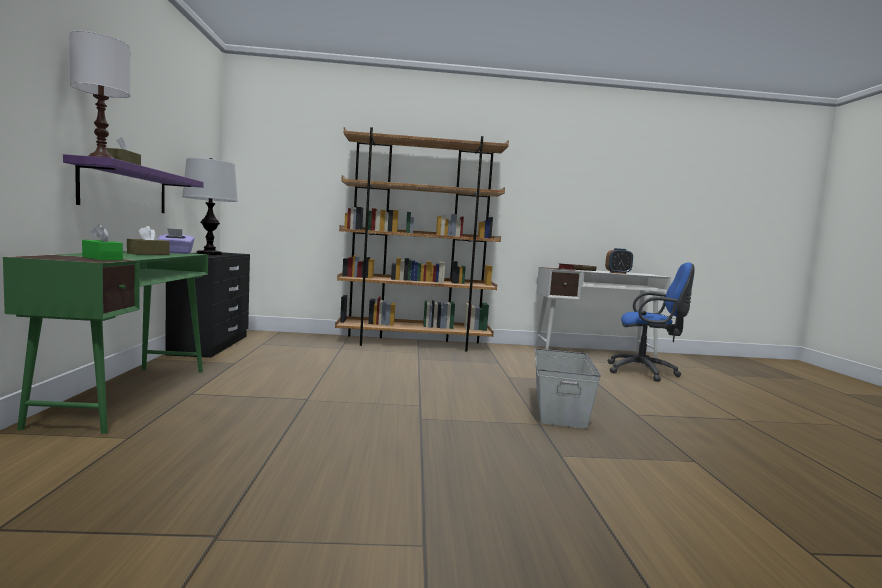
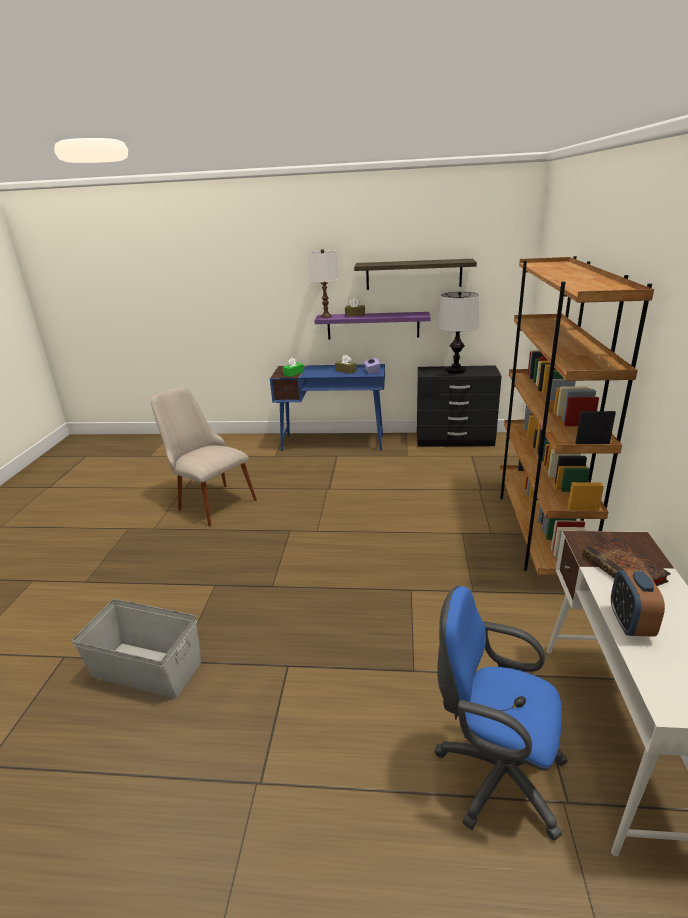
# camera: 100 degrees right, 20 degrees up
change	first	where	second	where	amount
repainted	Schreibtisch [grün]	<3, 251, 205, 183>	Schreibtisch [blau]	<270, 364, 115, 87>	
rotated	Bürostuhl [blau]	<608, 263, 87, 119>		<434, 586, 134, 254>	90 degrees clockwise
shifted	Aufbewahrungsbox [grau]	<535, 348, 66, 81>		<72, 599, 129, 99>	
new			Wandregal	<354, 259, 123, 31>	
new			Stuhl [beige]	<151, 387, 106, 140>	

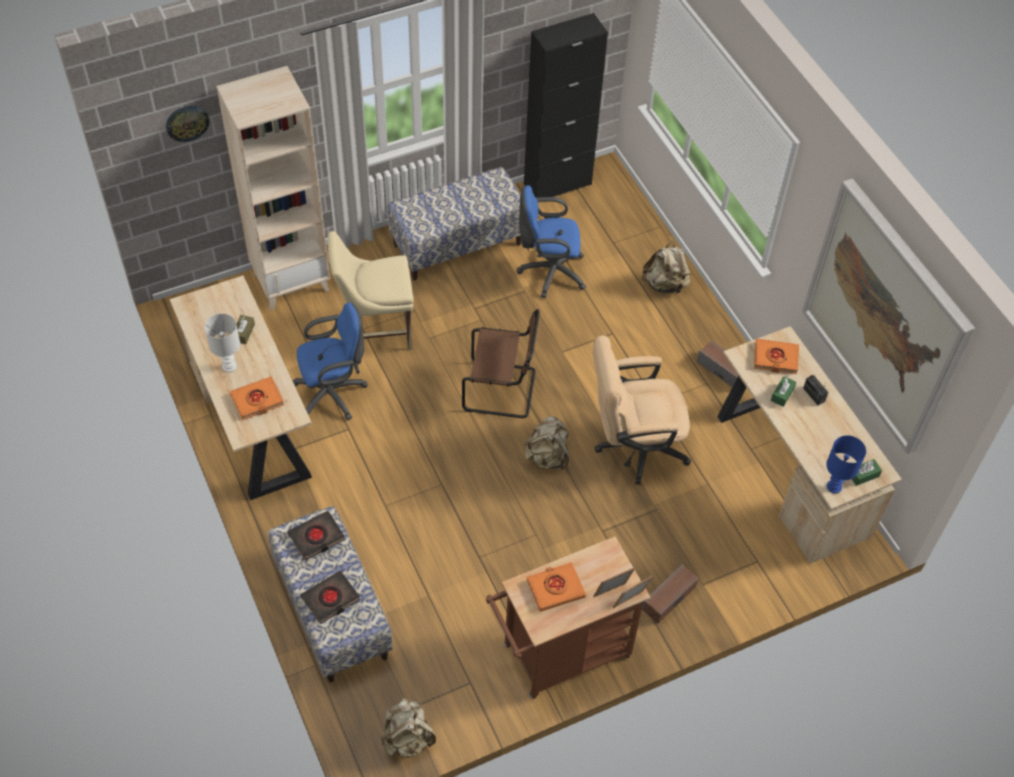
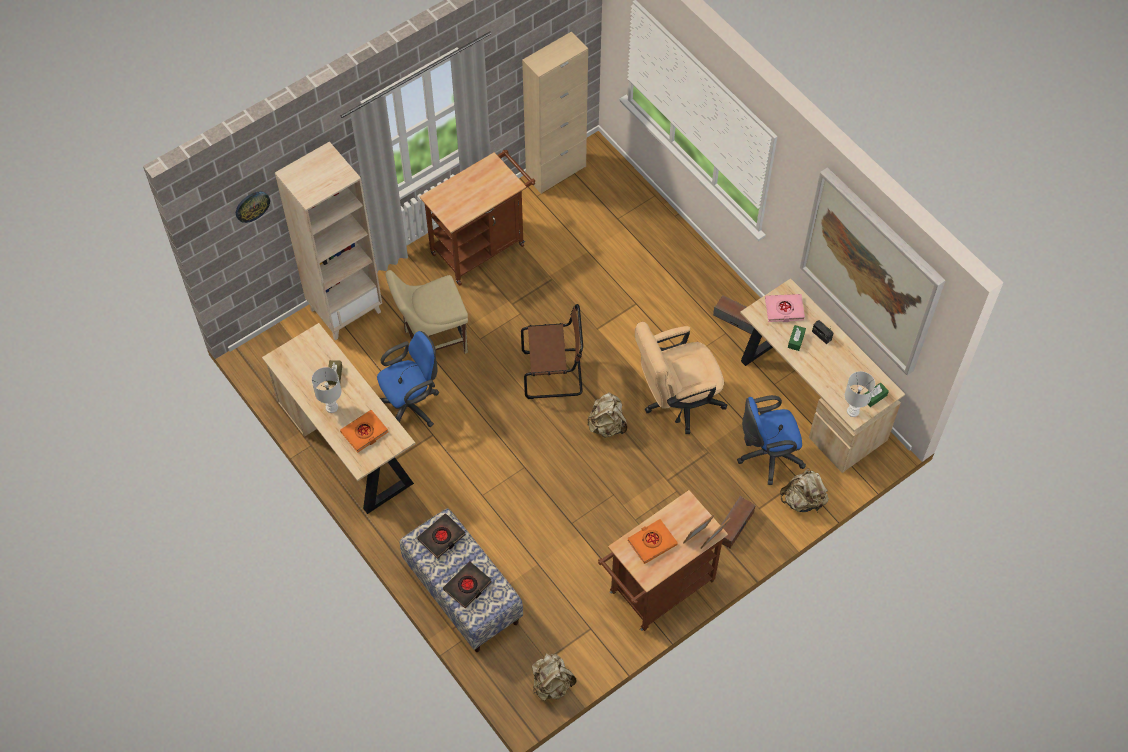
# camera: 10 degrees left, 5 degrees up
change	first	where	second	where	amount
repainted	Schrank [schwarz]	<524, 13, 84, 184>	Schrank [beige]	<522, 31, 66, 163>	
swapped	Bank	<388, 167, 134, 113>	Rollwagen [braun]	<419, 150, 116, 136>	
shifted	Bürostuhl [blau]	<517, 185, 69, 113>		<737, 395, 69, 90>	
shifted	Rucksack [beige]	<642, 241, 49, 54>		<780, 468, 49, 44>	
repainted	Buch [orange]	<754, 339, 45, 35>	Buch [rosa]	<765, 294, 40, 28>	
repainted	Tischlampe [blau]	<826, 435, 40, 58>	Tischlampe [weiß]	<845, 371, 30, 46>	

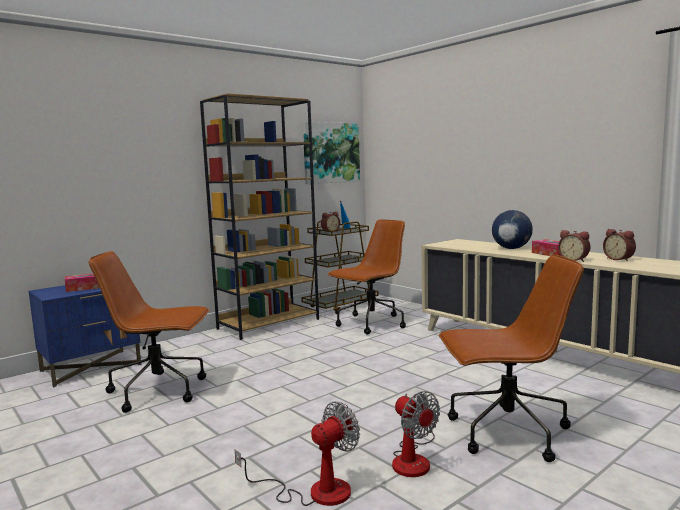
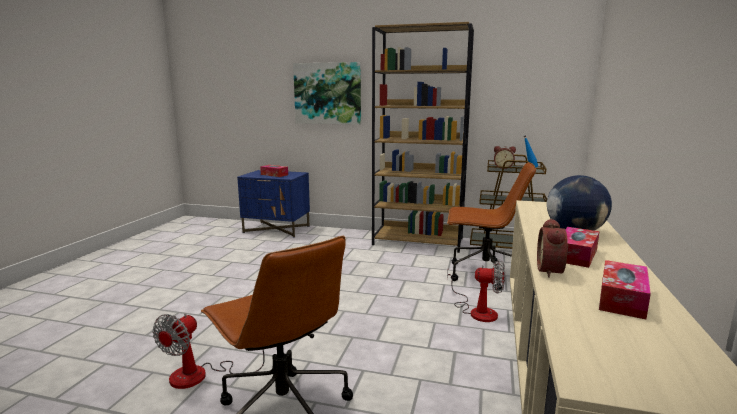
# camera: 55 degrees right, 5 degrees up
change	first	where	second	where	amount
shifted	Bild	<303, 122, 57, 62>		<293, 62, 68, 63>	
swapped	Wecker	<603, 229, 33, 32>	Taschentuchbox	<599, 260, 52, 59>	
gone	Bürostuhl [braun]	<89, 251, 120, 162>			
shifted	Ventilator	<235, 402, 125, 104>		<447, 260, 58, 62>	

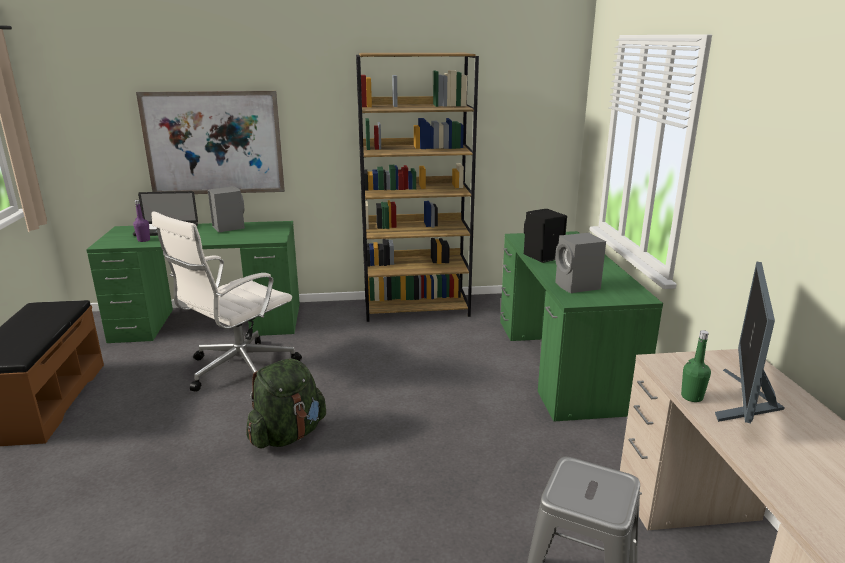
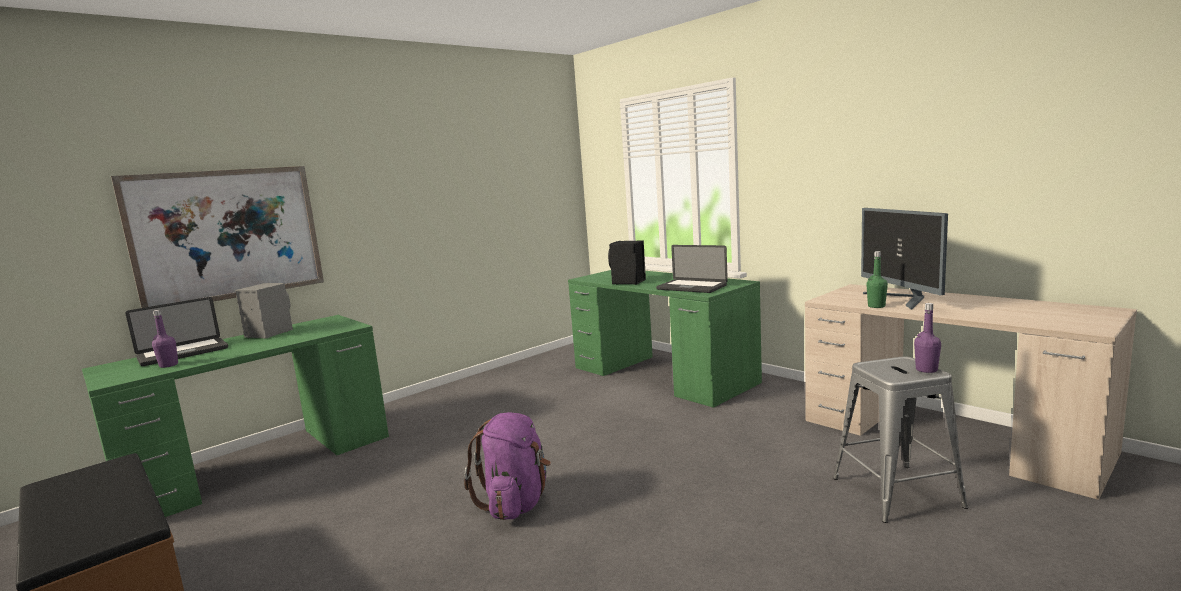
# camera: 35 degrees left, 10 degrees down
change	first	where	second	where	amount
gone	Bücherregal [braun]	<356, 53, 123, 269>			
gone	Bürostuhl [weiß]	<151, 211, 151, 181>			
swapped	Lautsprecher [grau]	<555, 233, 51, 60>	Laptop	<656, 245, 72, 48>	
repainted	Rucksack [grün]	<246, 358, 80, 90>	Rucksack [lila]	<464, 412, 87, 108>	
new			Flasche [lila]	<914, 303, 27, 70>	

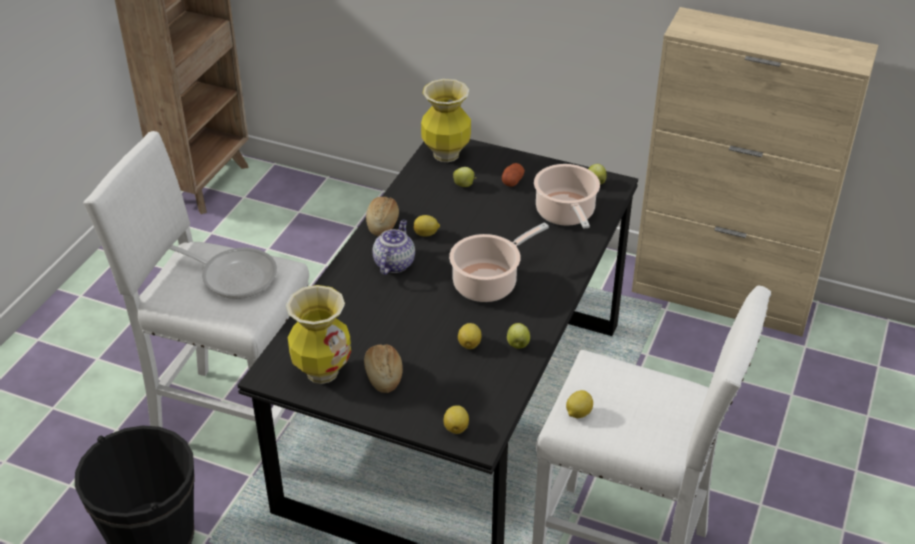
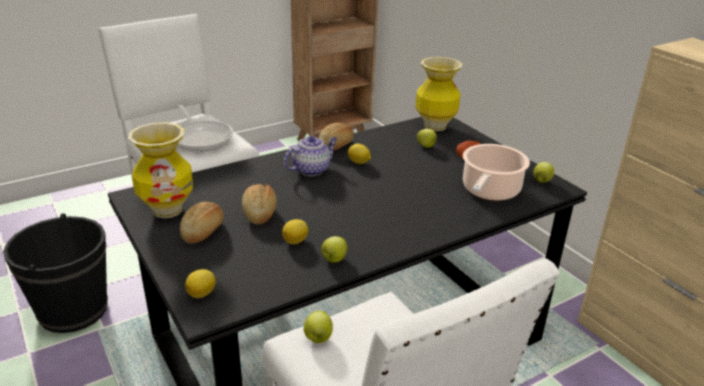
# camera: 35 degrees right, 10 degrees down
change	first	where	second	where	amount
gone	Kochtopf	<449, 222, 100, 80>			
swapped	Zitrone	<566, 390, 27, 28>	Apfel	<304, 311, 29, 32>	
new			Brot	<242, 184, 35, 40>	

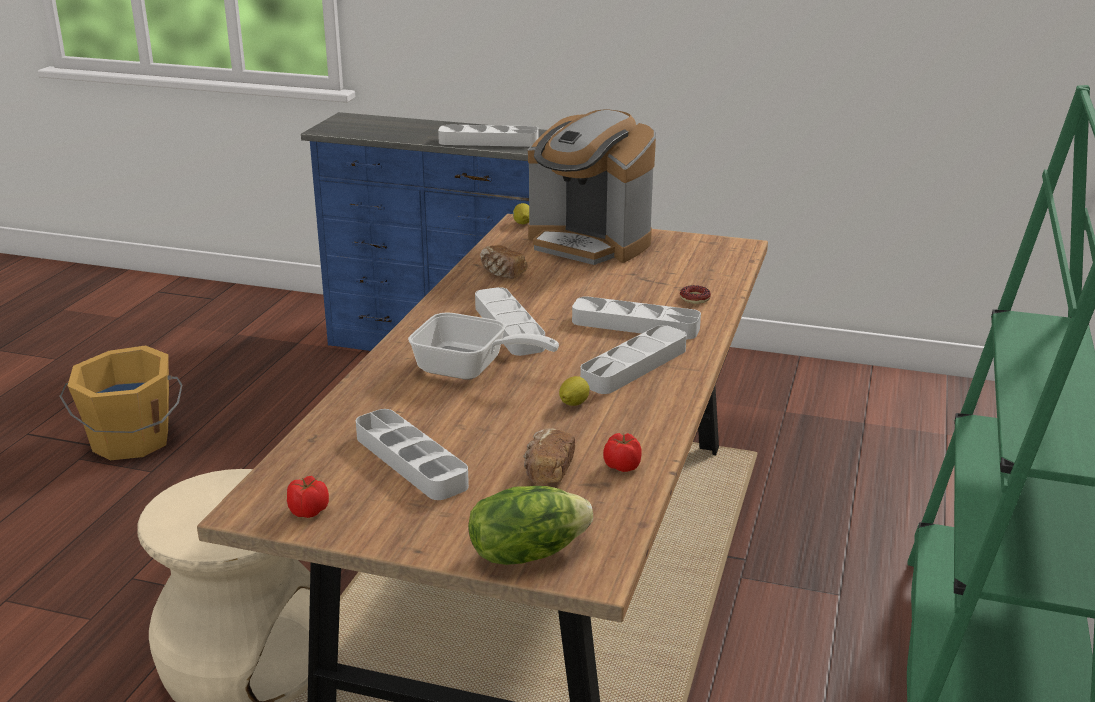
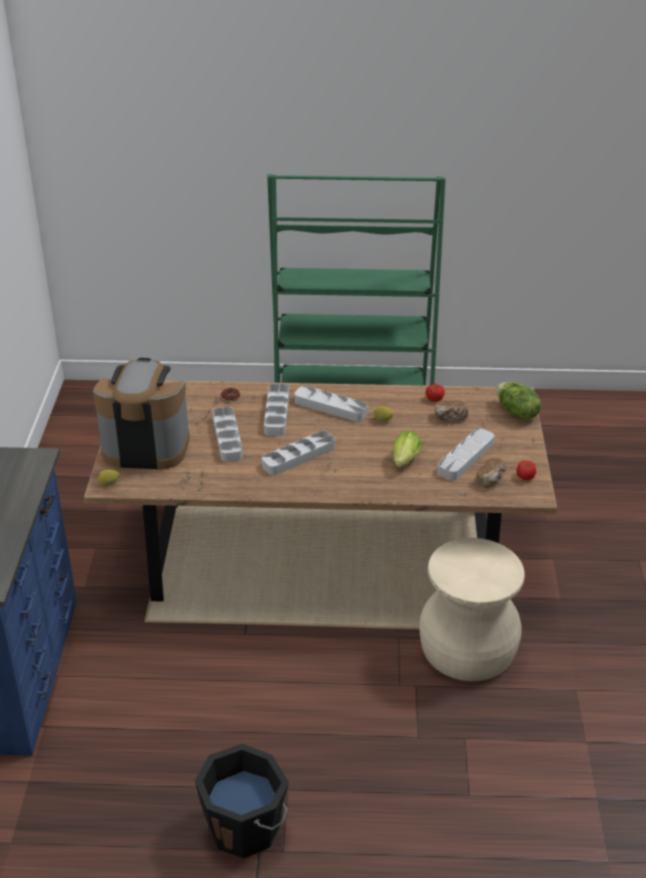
# camera: 105 degrees left, 10 degrees up
change	first	where	second	where	amount
rotated	Kaffeemaschine	<528, 110, 128, 155>		<93, 358, 97, 111>	105 degrees counterclockwise
shifted	Tablett [grau]	<438, 124, 100, 23>		<212, 407, 31, 55>	
shifted	Brot	<480, 245, 48, 34>		<476, 458, 30, 30>	
gone	Pfanne	<408, 312, 151, 68>			
repainted	Eimer [orange]	<59, 345, 124, 115>	Eimer [schwarz]	<195, 744, 94, 114>	
new			Salatkopf	<392, 430, 31, 37>	

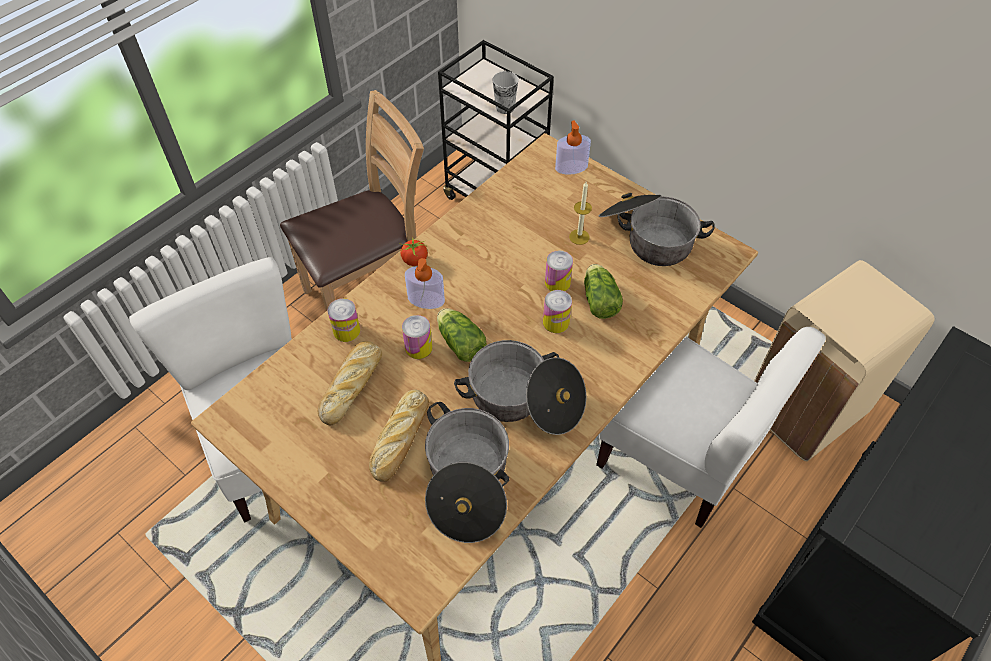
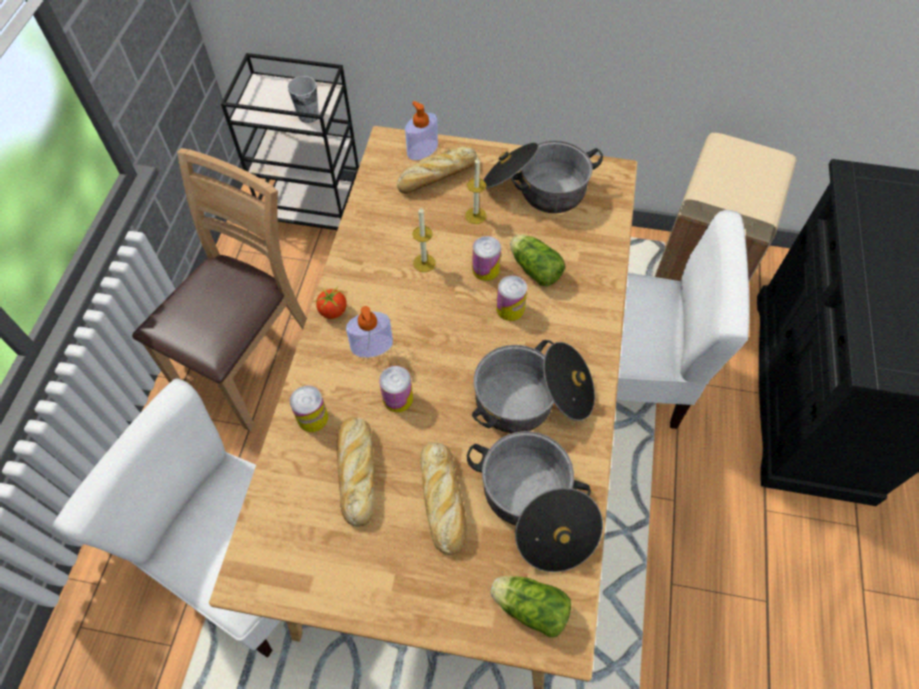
# camera: 30 degrees left, 5 degrees up
change	first	where	second	where	amount
shifted	Salatkopf	<437, 308, 50, 54>		<490, 576, 81, 61>	
new			Brot	<397, 146, 80, 48>	
new			Kerze	<412, 207, 24, 65>	

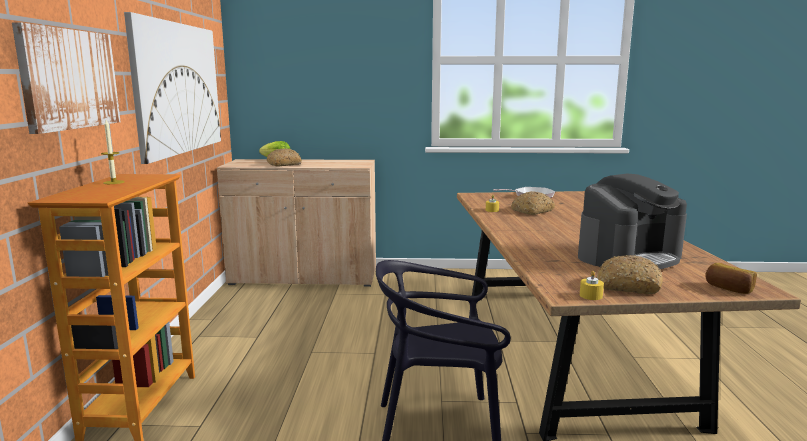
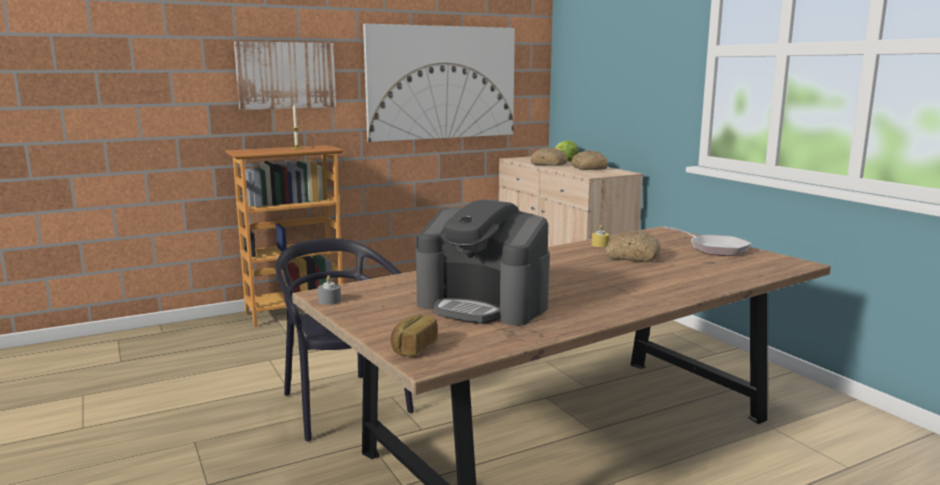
# camera: 60 degrees right, 0 degrees up
change	first	where	second	where	amount
shifted	Brot	<596, 255, 67, 39>		<571, 150, 37, 20>	
repainted	Kerze [gelb]	<580, 271, 24, 29>	Kerze [grau]	<318, 275, 23, 30>	

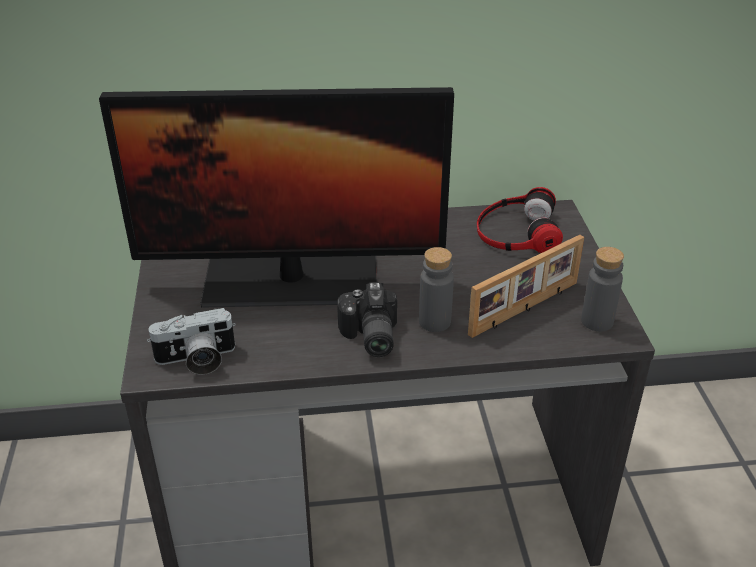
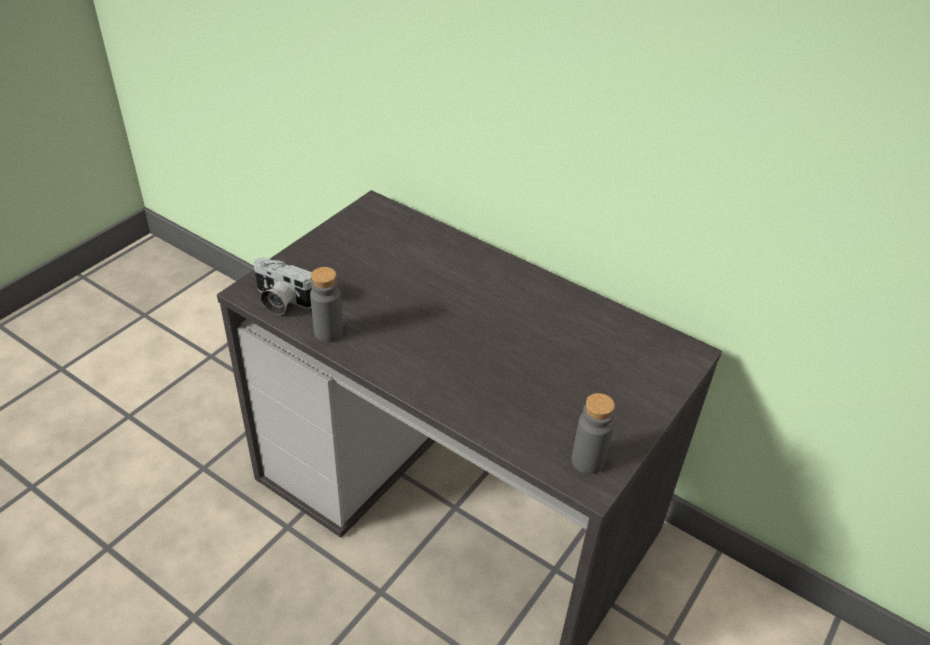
# camera: 40 degrees right, 5 degrees up
change	first	where	second	where	amount
gone	Monitor	<99, 87, 355, 221>			
gone	Kopfhörer	<477, 187, 86, 66>			
gone	Bilderrahmen	<468, 235, 116, 103>			
shifted	Flasche [grau]	<419, 247, 35, 85>		<310, 267, 33, 75>	
gone	Kamera	<337, 282, 60, 75>			

